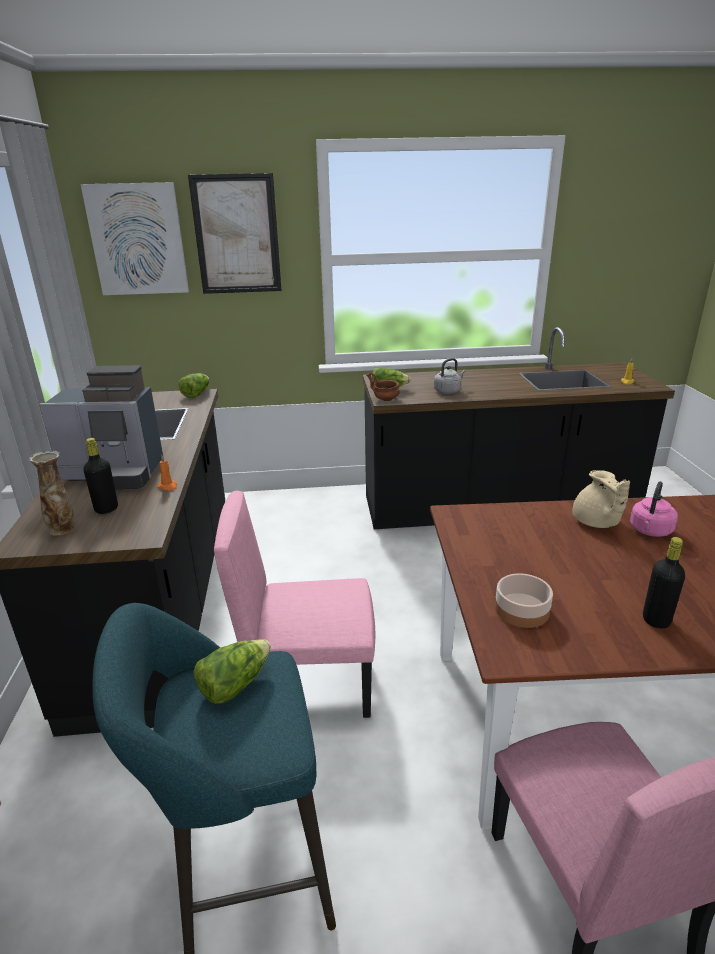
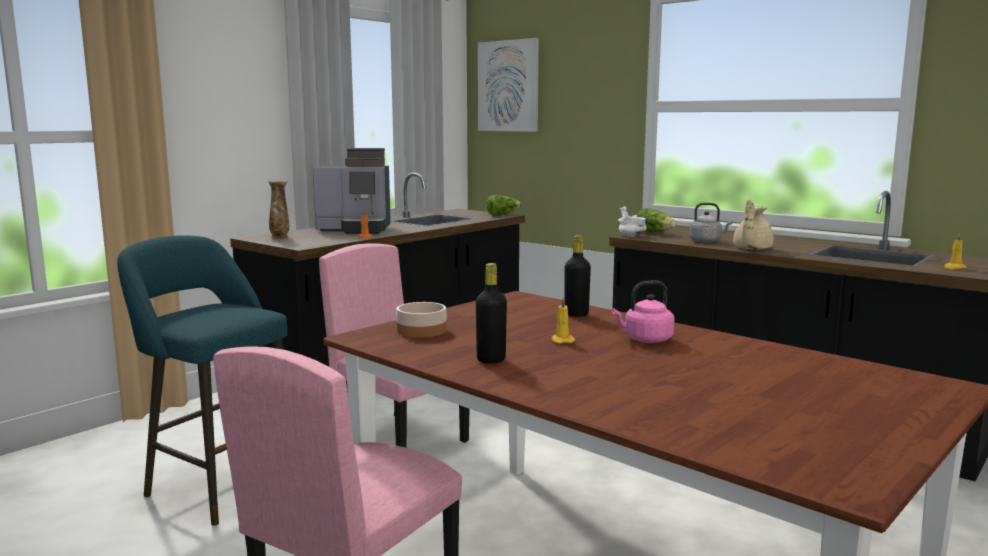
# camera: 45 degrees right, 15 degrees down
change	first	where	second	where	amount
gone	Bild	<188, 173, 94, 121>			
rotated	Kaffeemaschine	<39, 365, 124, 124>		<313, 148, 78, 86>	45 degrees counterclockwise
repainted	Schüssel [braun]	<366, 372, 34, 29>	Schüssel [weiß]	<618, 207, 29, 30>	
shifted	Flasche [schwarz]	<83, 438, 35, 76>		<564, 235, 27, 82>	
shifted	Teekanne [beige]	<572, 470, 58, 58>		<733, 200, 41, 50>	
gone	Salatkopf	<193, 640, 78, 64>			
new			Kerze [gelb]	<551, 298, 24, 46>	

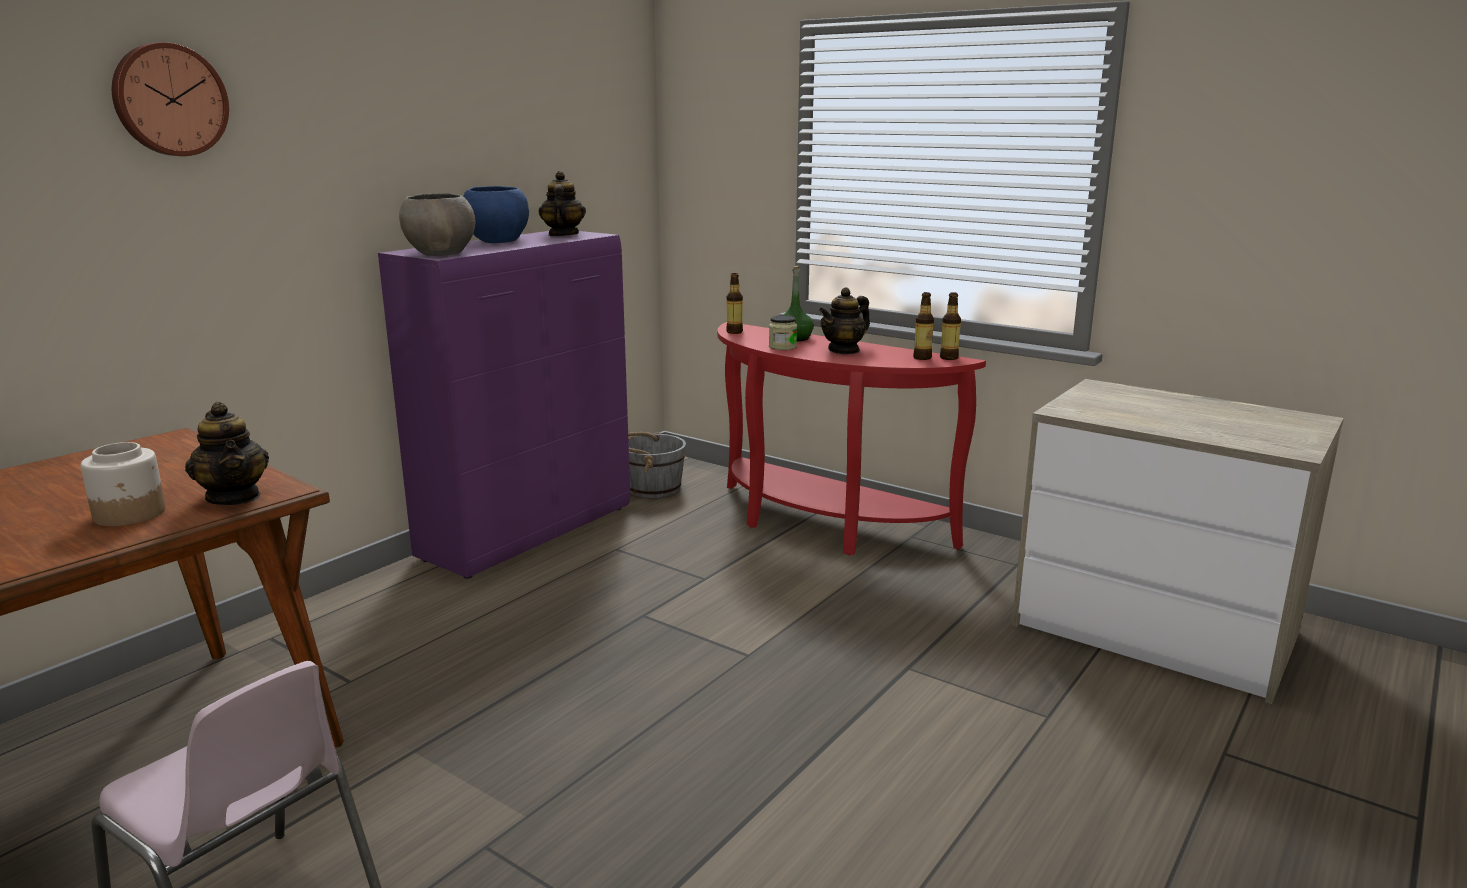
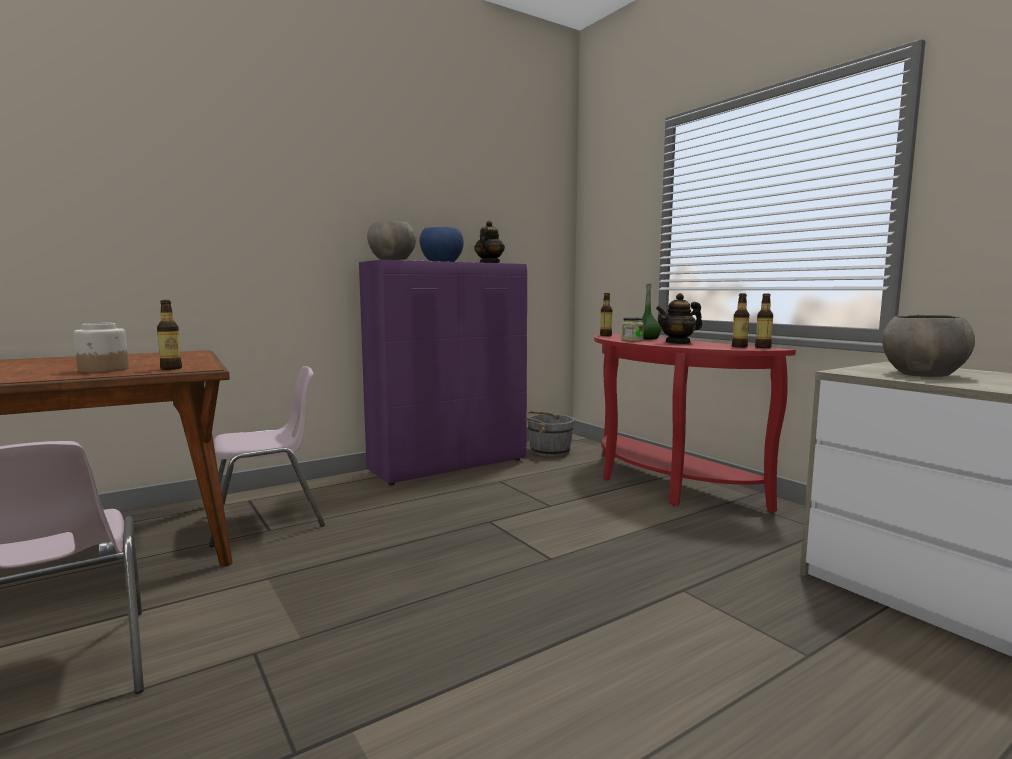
# camera: 20 degrees right, 10 degrees down
change	first	where	second	where	amount
gone	Wanduhr	<112, 42, 117, 114>			
swapped	Teekanne	<185, 402, 84, 103>	Flasche	<157, 300, 25, 70>	
new			Schüssel [grau]	<882, 314, 93, 63>	
new			Stuhl [rosa]	<209, 366, 116, 181>	

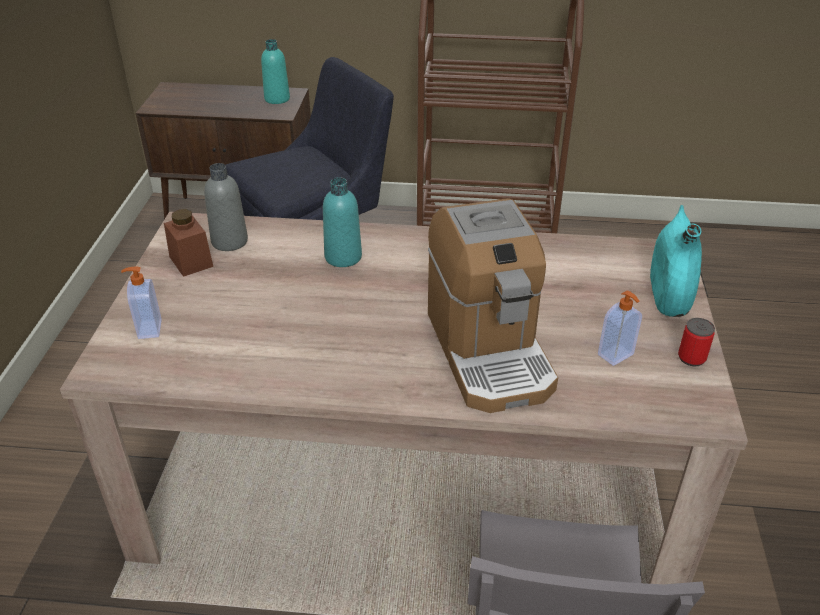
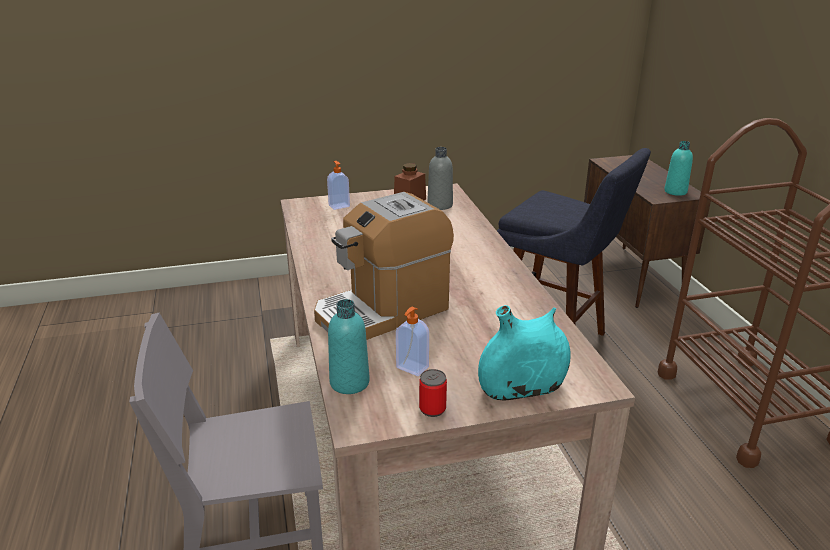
# camera: 70 degrees right, 10 degrees down
change	first	where	second	where	amount
shifted	Flasche [türkis]	<323, 177, 39, 90>		<328, 299, 42, 95>	

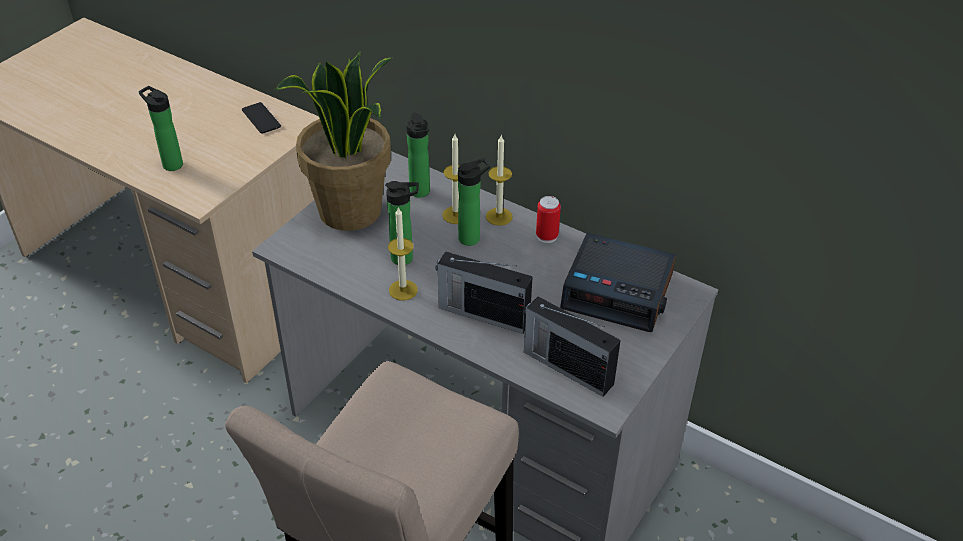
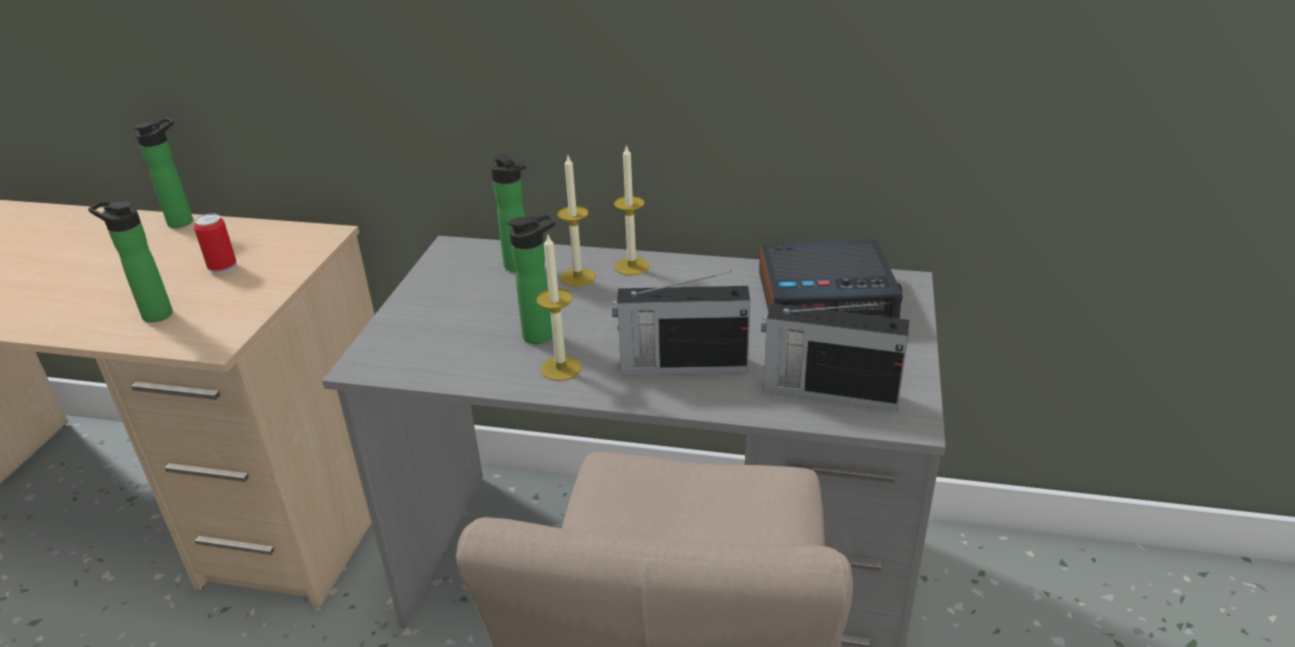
# camera: 20 degrees left, 10 degrees down
change	first	where	second	where	amount
gone	Topfpflanze	<275, 52, 119, 179>			
gone	Handy	<242, 102, 39, 32>			
shifted	Flasche	<458, 158, 32, 88>		<133, 117, 60, 111>	
shifted	Dose	<536, 196, 25, 47>		<194, 214, 43, 60>	

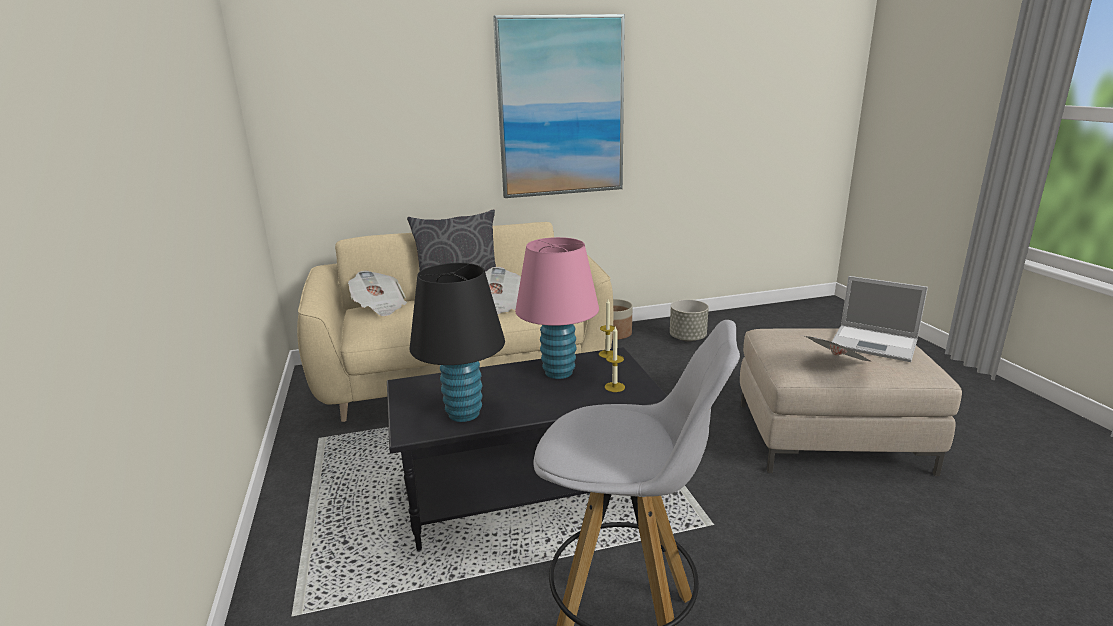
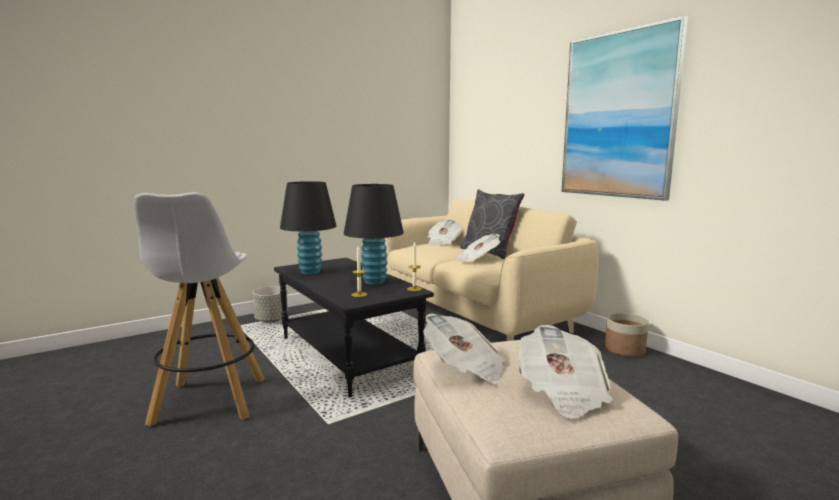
# camera: 70 degrees right, 10 degrees down
change	first	where	second	where	amount
repainted	Tischlampe [rosa]	<515, 237, 84, 142>	Tischlampe [schwarz]	<344, 184, 60, 101>	
swapped	Laptop	<832, 276, 96, 86>	Zeitung	<518, 325, 95, 94>	
shifted	Pflanzkübel [grau]	<670, 300, 39, 42>		<253, 286, 35, 37>	

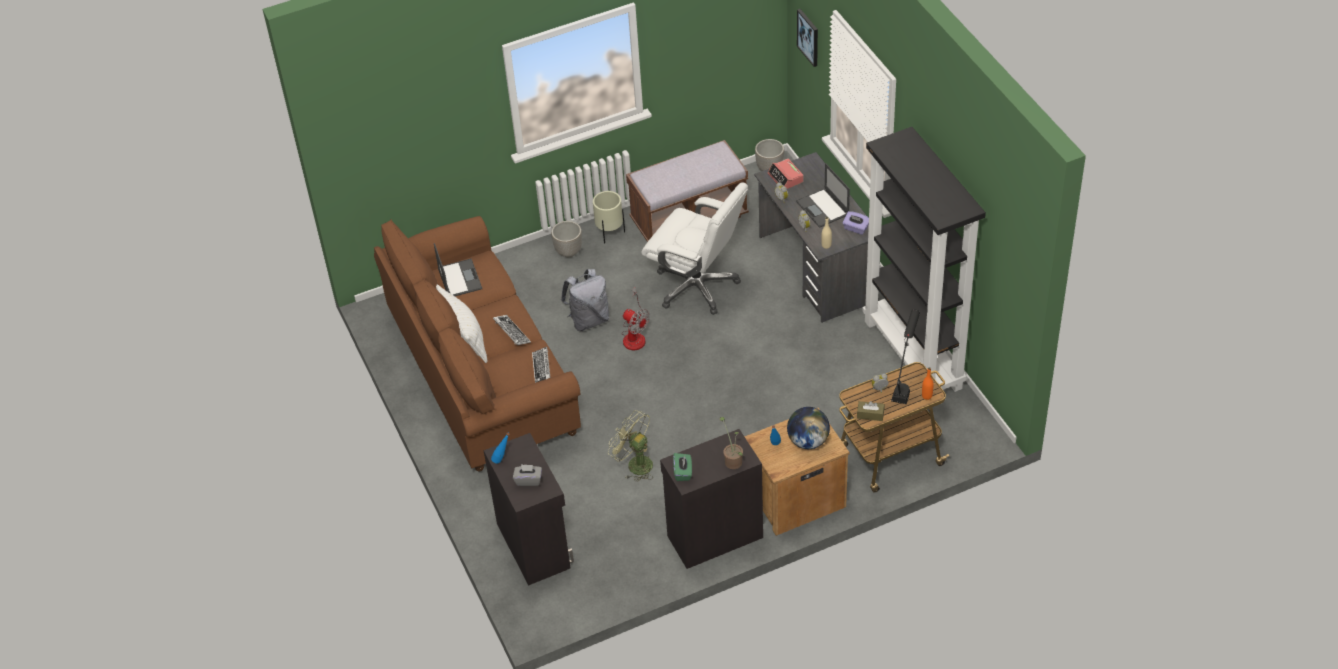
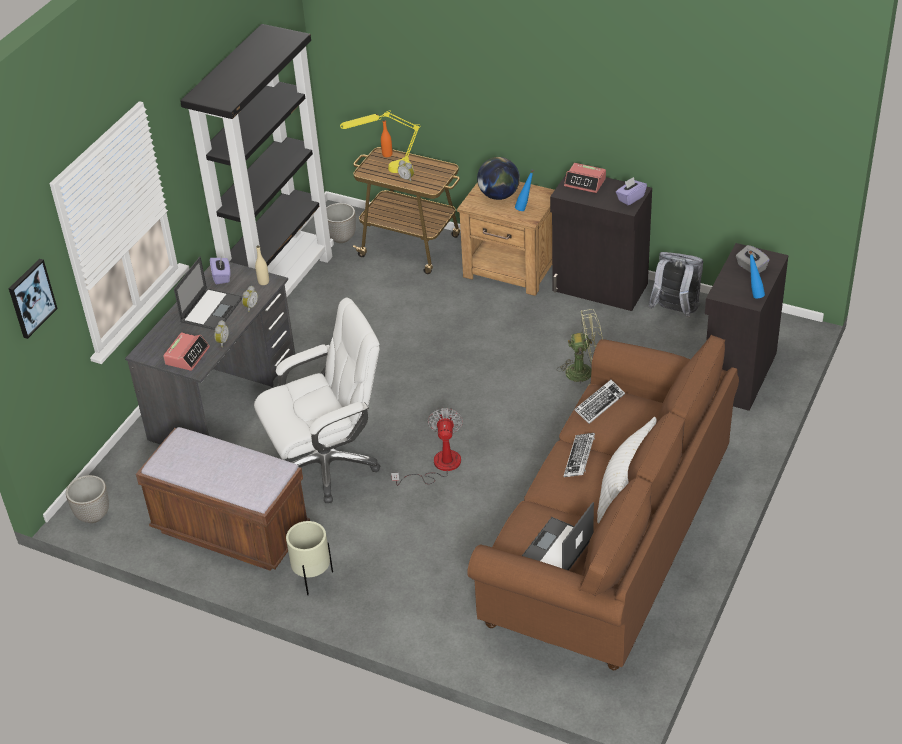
# camera: 130 degrees left, 5 degrees down
change	first	where	second	where	amount
rotated	Bürostuhl [weiß]	<641, 182, 107, 133>		<254, 297, 126, 206>	75 degrees clockwise
shifted	Pflanzkübel	<551, 221, 31, 36>		<326, 203, 30, 40>	
shifted	Rucksack [grau]	<561, 269, 48, 62>		<648, 252, 55, 66>	
repainted	Tischlampe [schwarz]	<891, 309, 29, 95>	Tischlampe [gelb]	<340, 110, 80, 63>	
gone	Taschentuchbox [braun]	<857, 401, 27, 20>			
rotated	Ventilator [grün]	<608, 410, 45, 72>		<557, 309, 46, 77>	90 degrees counterclockwise
swapped	Topfpflanze	<720, 417, 23, 52>	Wecker	<564, 163, 42, 30>	
repainted	Taschentuchbox [grün]	<673, 453, 19, 28>	Taschentuchbox [lila]	<616, 177, 31, 28>	

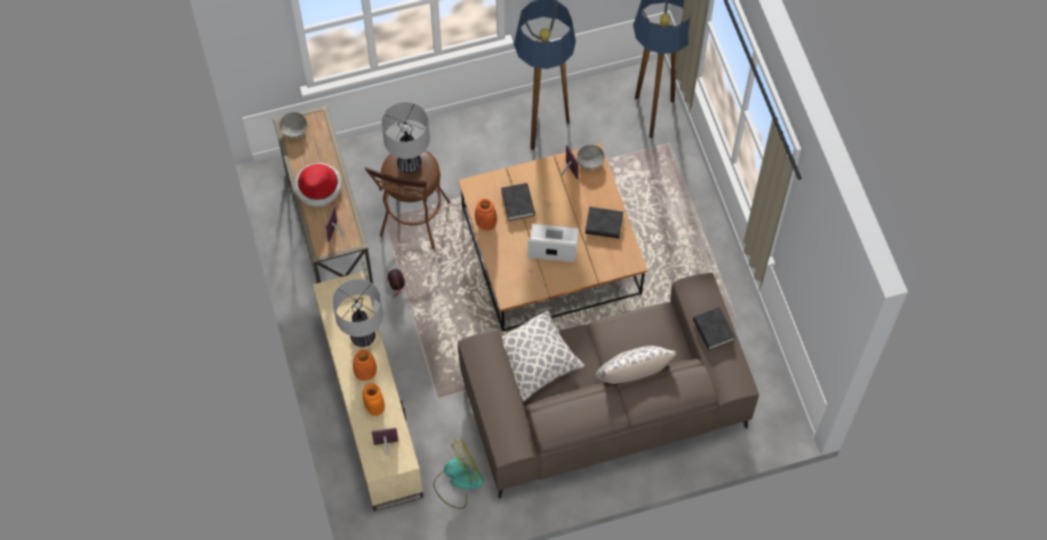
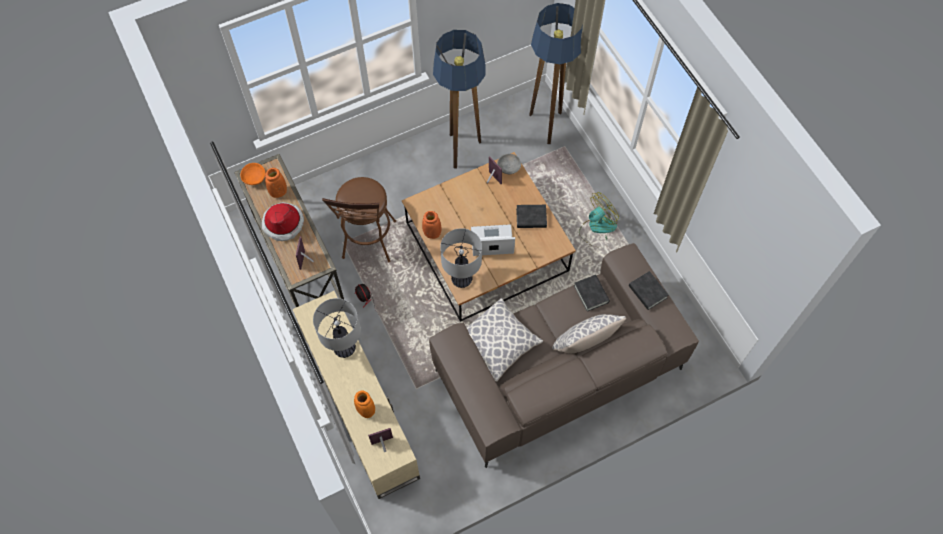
# camera: 10 degrees left, 0 degrees up
change	first	where	second	where	amount
shifted	Tischlampe	<382, 102, 48, 71>		<440, 228, 42, 60>	
repainted	Schüssel [grau]	<279, 112, 29, 26>	Schüssel [orange]	<240, 163, 26, 22>	
shifted	Buch [schwarz]	<501, 183, 34, 38>		<574, 275, 36, 37>	
shifted	Vase [orange]	<353, 349, 24, 32>		<265, 168, 22, 30>	
shifted	Ventilator	<433, 438, 51, 71>		<579, 192, 40, 56>	

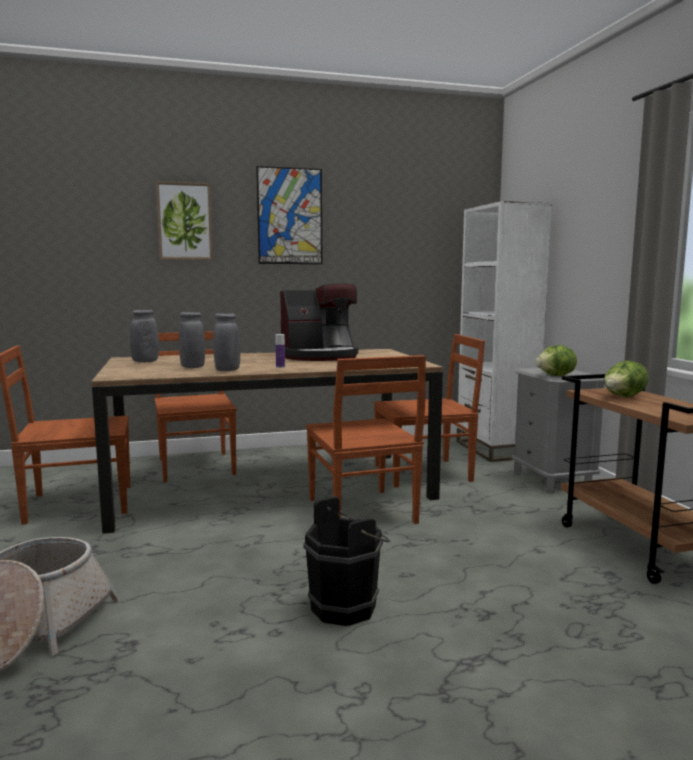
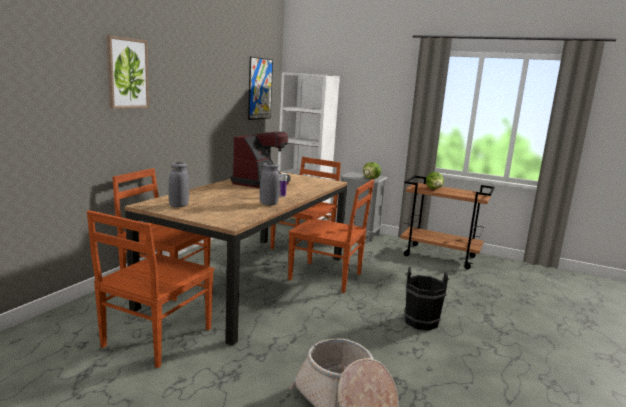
# camera: 50 degrees left, 5 degrees up
change	first	where	second	where	amount
shifted	Bild	<256, 166, 66, 98>		<248, 56, 25, 64>	
gone	Vase [grau]	<179, 312, 26, 56>			

